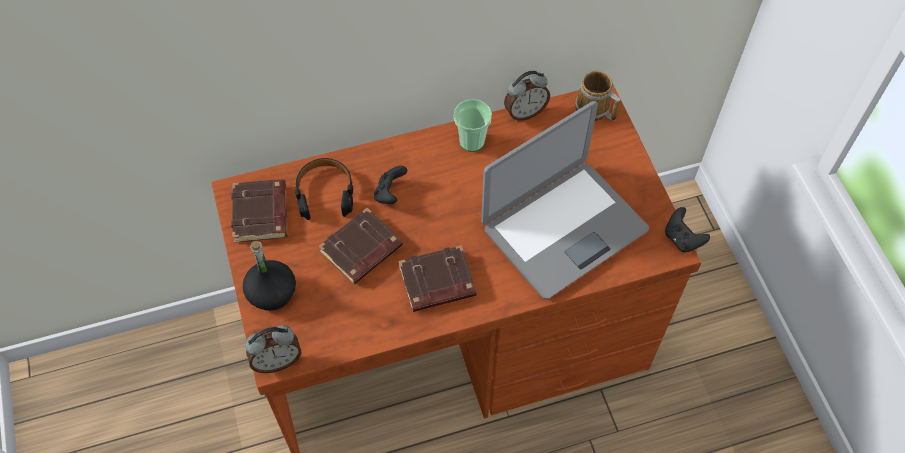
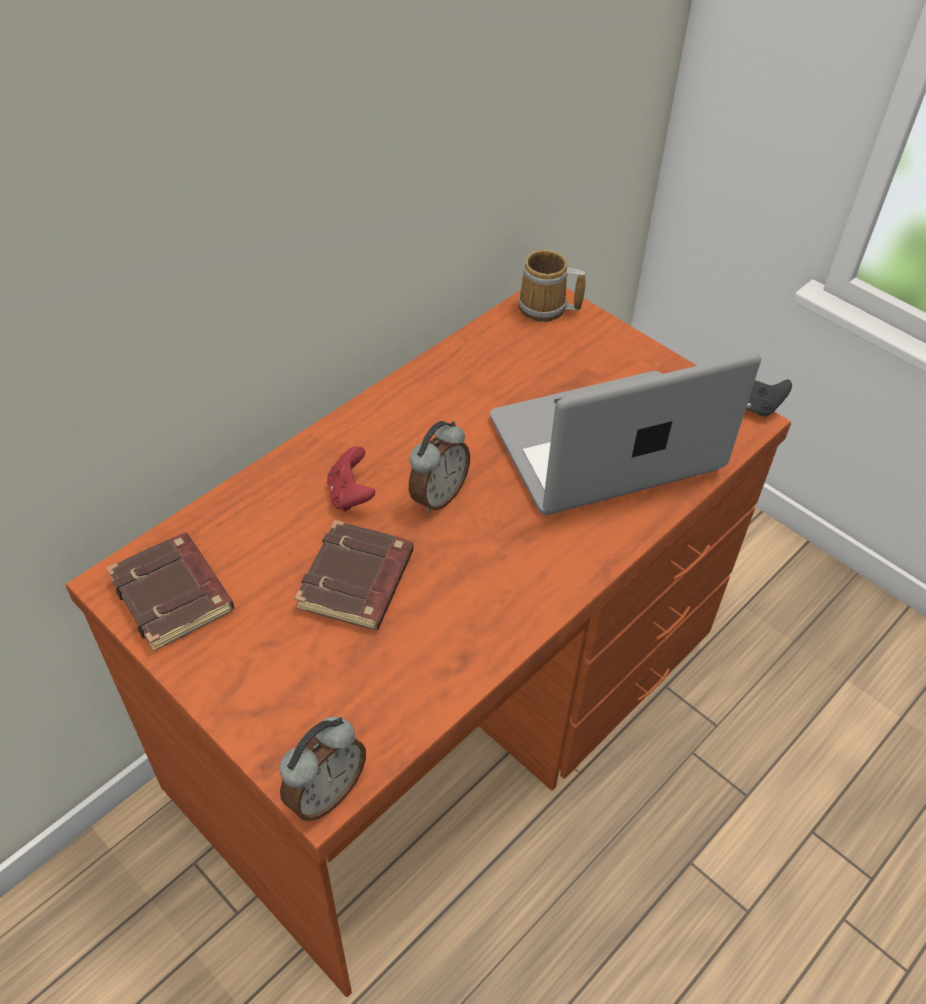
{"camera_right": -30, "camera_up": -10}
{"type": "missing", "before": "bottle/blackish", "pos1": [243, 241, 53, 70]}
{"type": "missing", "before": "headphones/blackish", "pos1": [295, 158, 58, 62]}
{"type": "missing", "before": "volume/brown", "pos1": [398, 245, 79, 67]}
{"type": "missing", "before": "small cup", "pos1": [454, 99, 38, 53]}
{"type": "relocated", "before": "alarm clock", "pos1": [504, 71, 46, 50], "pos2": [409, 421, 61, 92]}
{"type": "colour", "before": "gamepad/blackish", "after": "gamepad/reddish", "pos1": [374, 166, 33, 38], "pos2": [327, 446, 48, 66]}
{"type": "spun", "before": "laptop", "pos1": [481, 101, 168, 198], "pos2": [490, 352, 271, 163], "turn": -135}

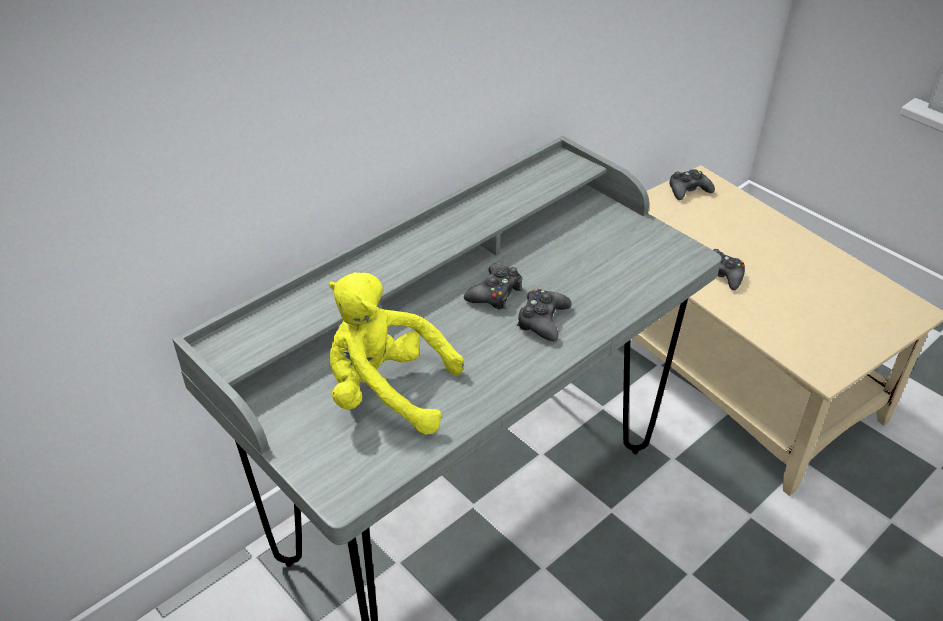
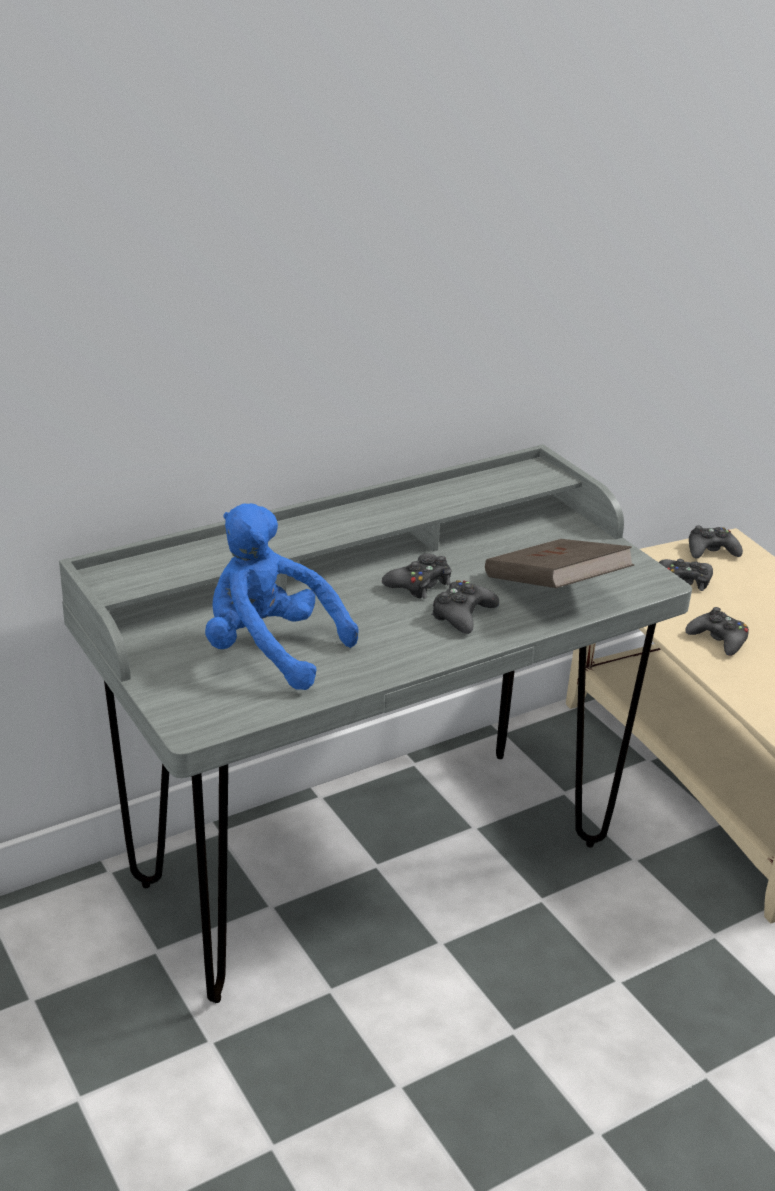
{"camera_right": 10, "camera_up": -10}
{"type": "appeared", "after": "volume/brown", "pos2": [485, 539, 149, 49]}
{"type": "appeared", "after": "gamepad/blackish", "pos2": [659, 559, 54, 32]}
{"type": "colour", "before": "plush toy/yellowish", "after": "plush toy/bluish", "pos1": [329, 272, 135, 163], "pos2": [205, 503, 154, 187]}

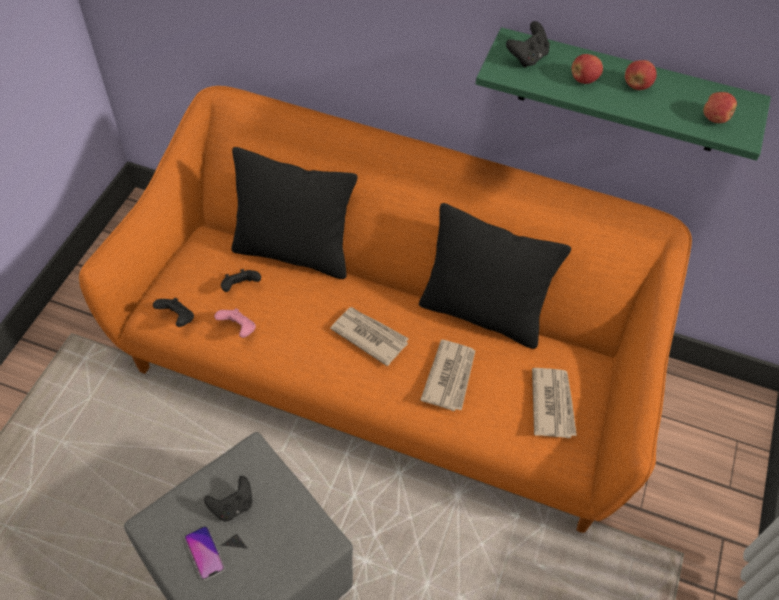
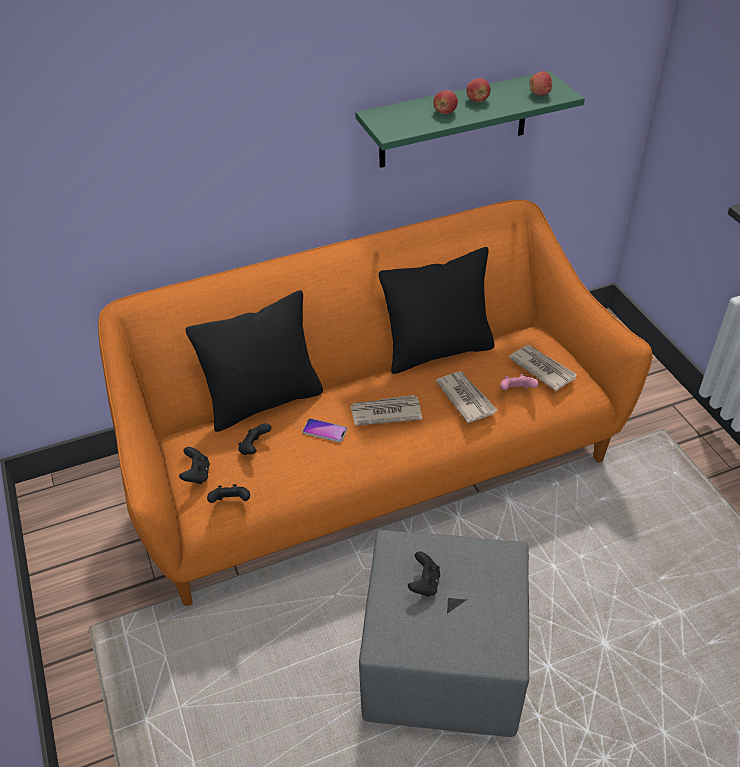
{"camera_right": -40, "camera_up": -10}
{"type": "relocated", "before": "telephone", "pos1": [184, 526, 41, 55], "pos2": [303, 418, 44, 24]}
{"type": "relocated", "before": "gamepad/pink", "pos1": [214, 308, 42, 30], "pos2": [500, 374, 39, 16]}
{"type": "relocated", "before": "gamepad/blackish", "pos1": [506, 21, 44, 47], "pos2": [179, 447, 31, 37]}

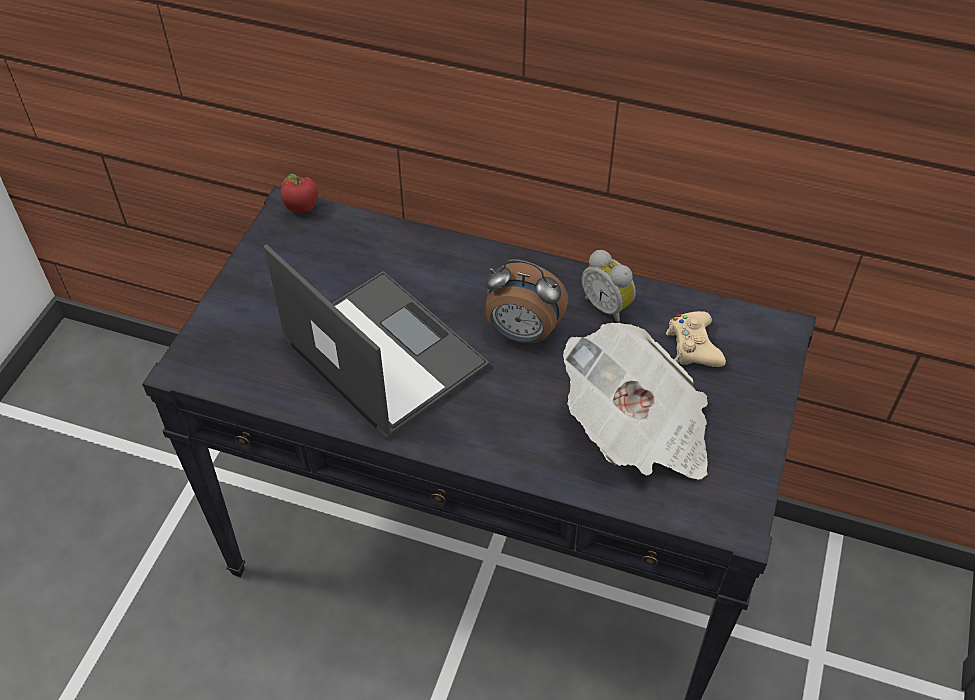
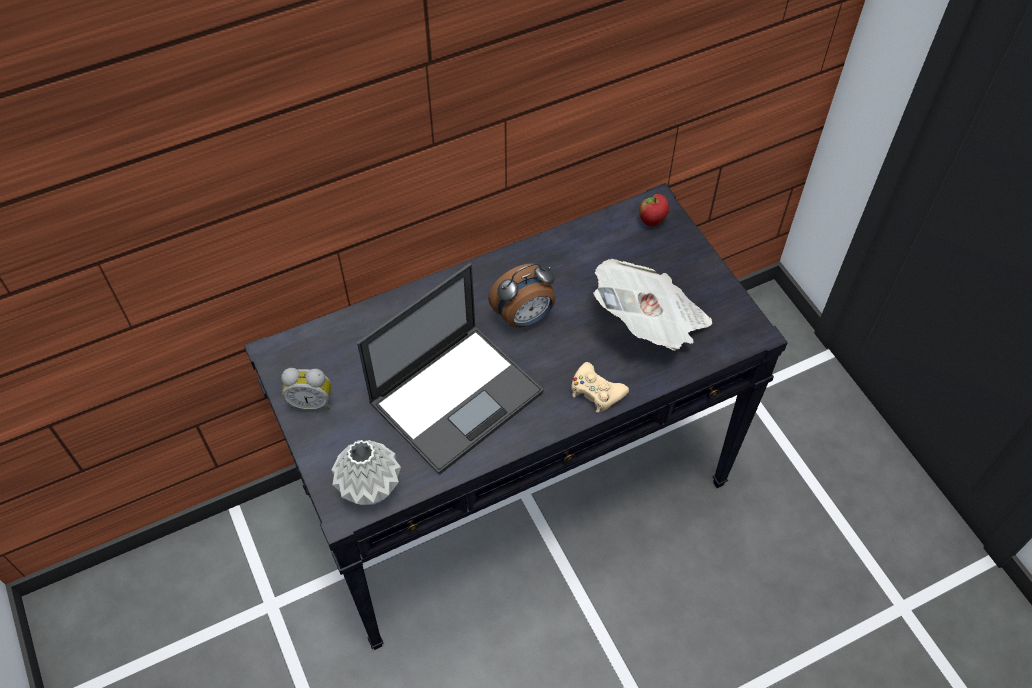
{"camera_right": -45, "camera_up": 5}
{"type": "appeared", "after": "decorative vase/greyish", "pos2": [331, 440, 70, 65]}
{"type": "relocated", "before": "apple", "pos1": [280, 174, 39, 39], "pos2": [639, 194, 30, 32]}
{"type": "relocated", "before": "alarm clock", "pos1": [581, 250, 55, 73], "pos2": [281, 368, 50, 42]}
{"type": "relocated", "before": "gamepad/beige-coloured", "pos1": [666, 311, 60, 56], "pos2": [571, 362, 58, 51]}
{"type": "spun", "before": "laptop", "pos1": [264, 244, 225, 196], "pos2": [357, 263, 187, 212], "turn": 135}

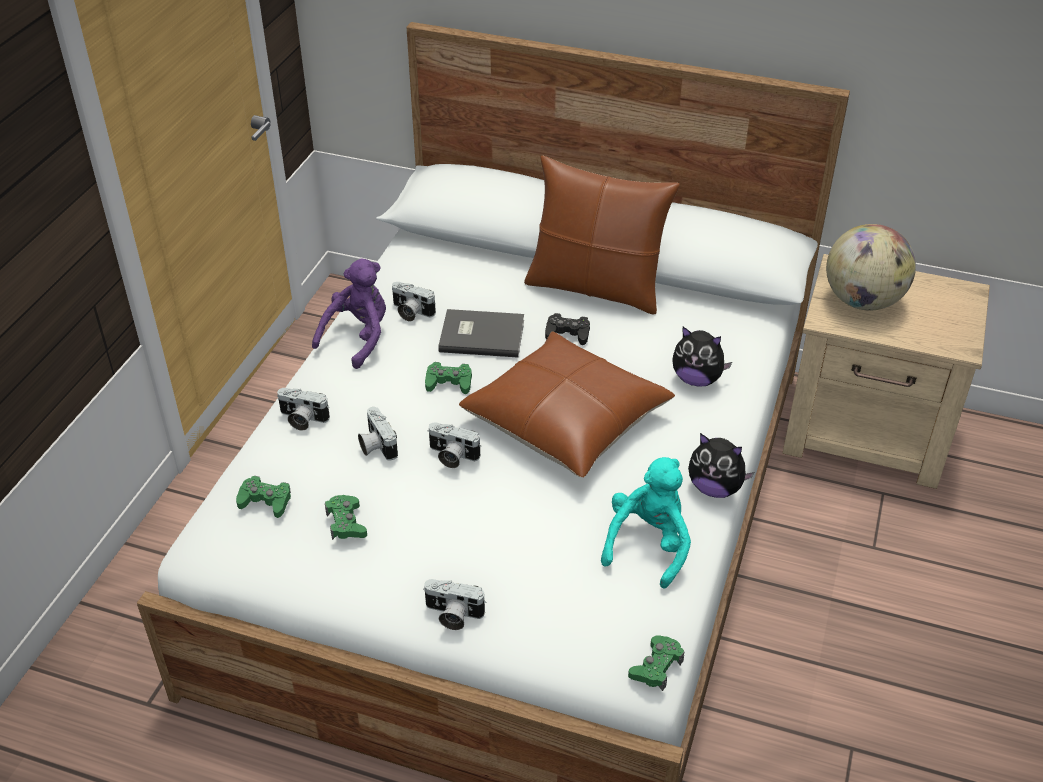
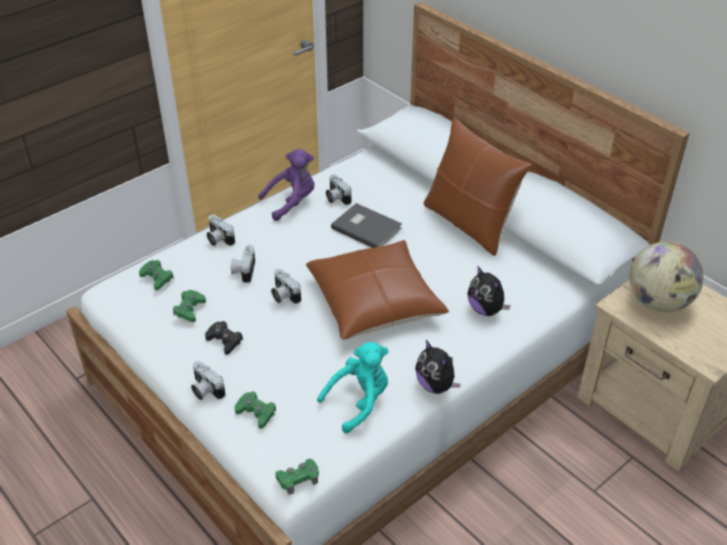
{"camera_right": 30, "camera_up": 0}
{"type": "relocated", "before": "gamepad/greenish", "pos1": [425, 362, 47, 32], "pos2": [235, 391, 41, 38]}
{"type": "relocated", "before": "gamepad/blackish", "pos1": [545, 313, 45, 32], "pos2": [205, 321, 38, 34]}

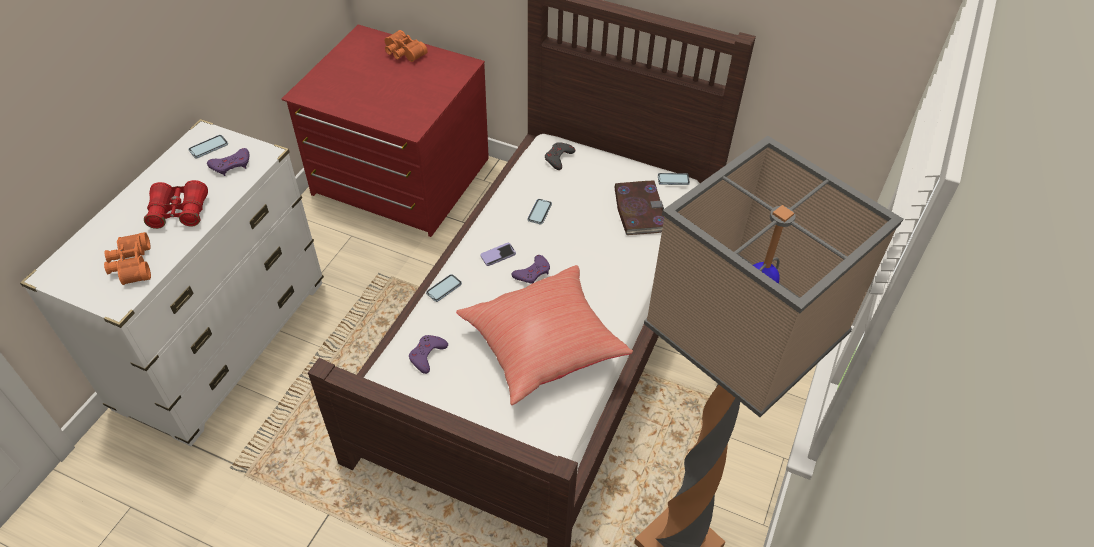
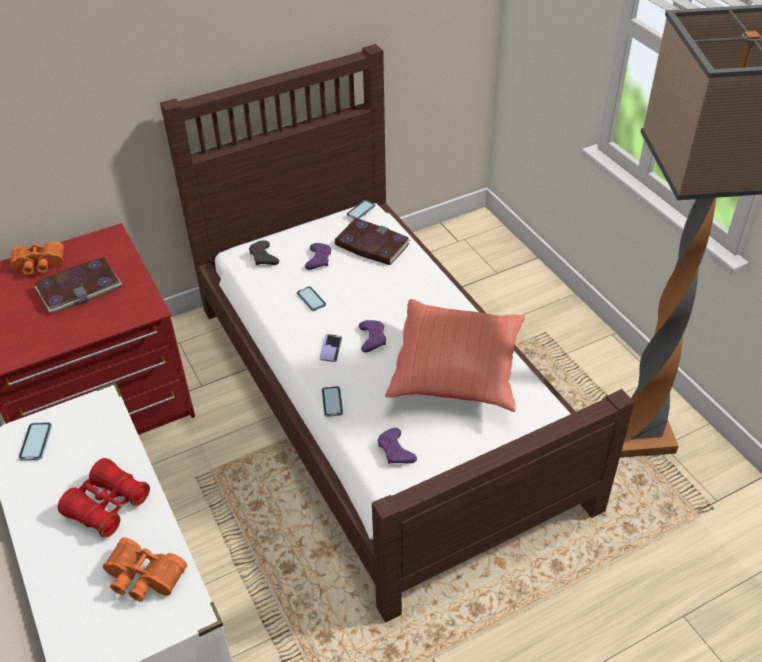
{"camera_right": -50, "camera_up": -5}
{"type": "appeared", "after": "volume", "pos2": [34, 257, 88, 57]}
{"type": "relocated", "before": "gamepad/purplish", "pos1": [207, 148, 42, 28], "pos2": [305, 243, 26, 27]}

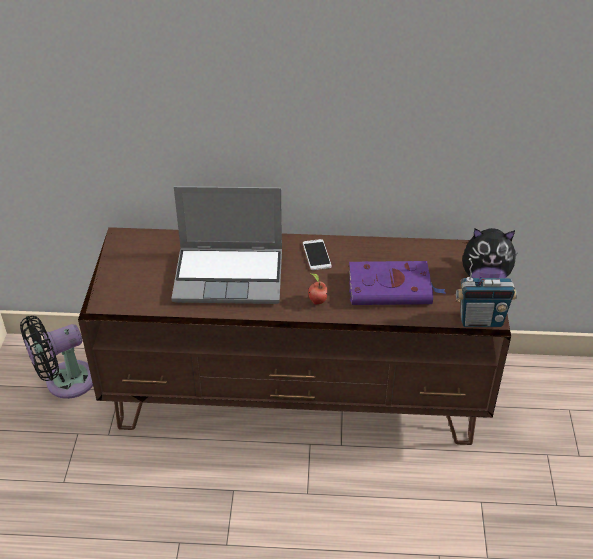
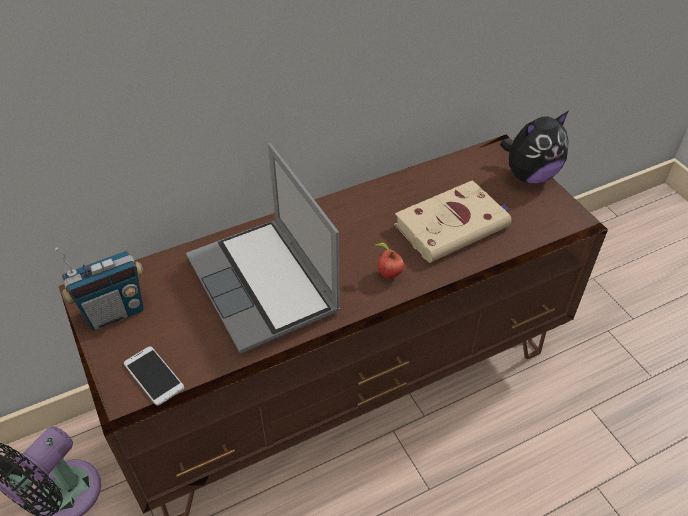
{"camera_right": -30, "camera_up": 5}
{"type": "relocated", "before": "telephone", "pos1": [303, 239, 29, 31], "pos2": [124, 346, 60, 60]}
{"type": "relocated", "before": "radio set", "pos1": [456, 258, 61, 69], "pos2": [55, 247, 89, 83]}
{"type": "colour", "before": "volume/purplish", "after": "volume/beige-coloured", "pos1": [349, 261, 96, 44], "pos2": [394, 180, 118, 83]}
{"type": "spun", "before": "laptop", "pos1": [171, 186, 111, 118], "pos2": [186, 143, 155, 211], "turn": 90}

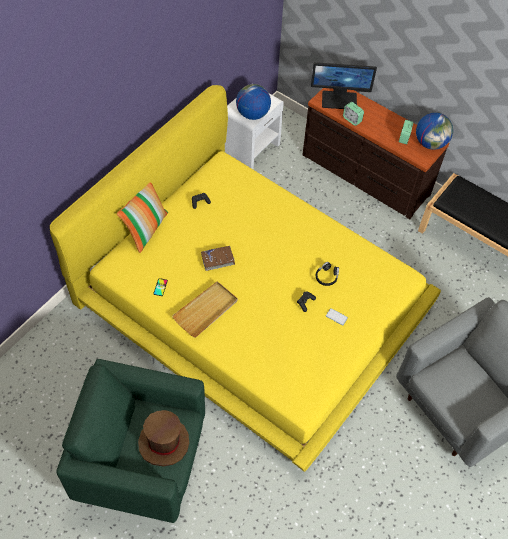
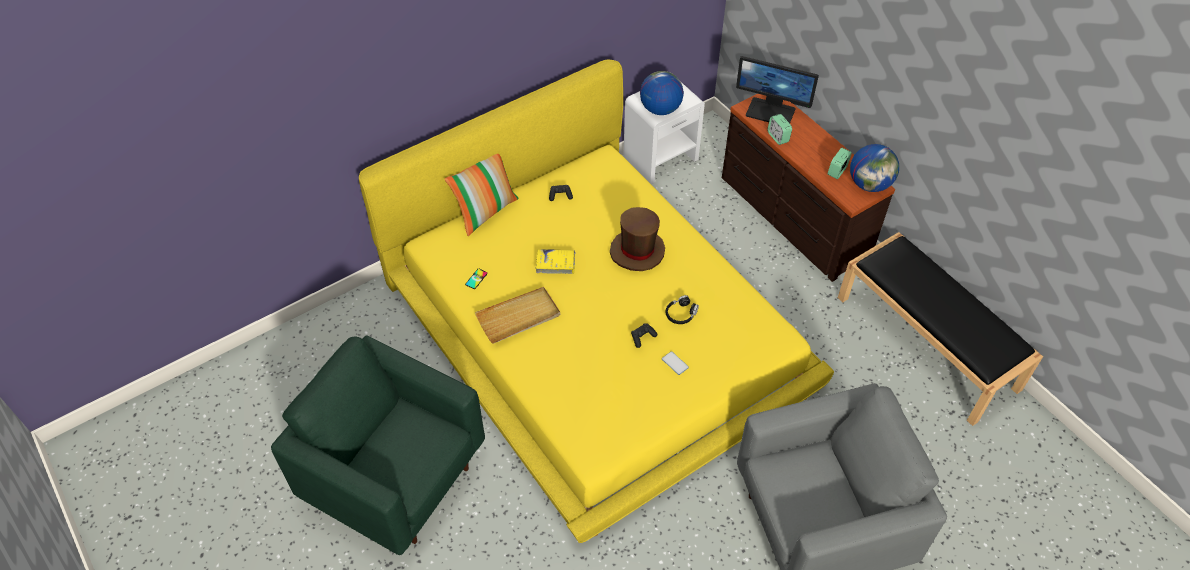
{"camera_right": 20, "camera_up": -5}
{"type": "relocated", "before": "wearable hat/brown", "pos1": [138, 410, 51, 57], "pos2": [610, 207, 55, 64]}
{"type": "colour", "before": "volume/brown", "after": "volume/yellowish", "pos1": [201, 246, 34, 25], "pos2": [535, 249, 41, 25]}

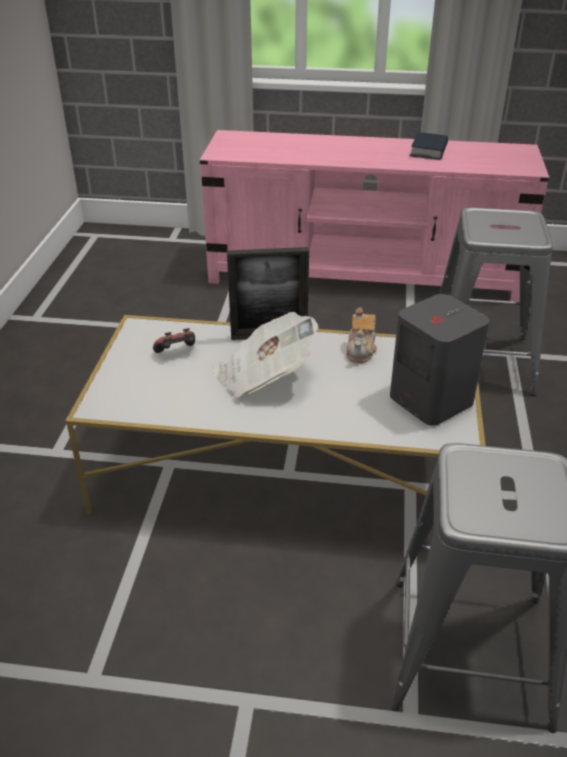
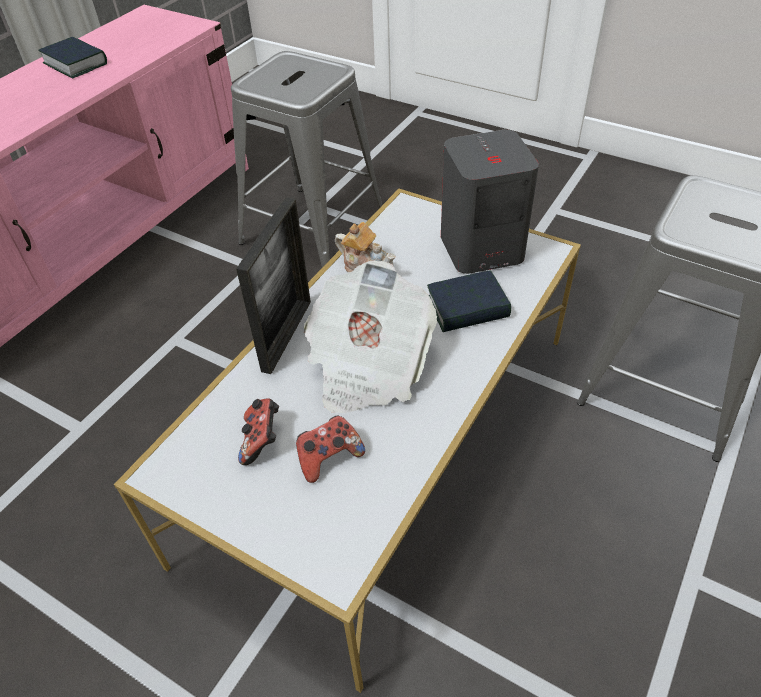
{"camera_right": -65, "camera_up": 10}
{"type": "appeared", "after": "gamepad", "pos2": [296, 415, 69, 68]}
{"type": "appeared", "after": "volume", "pos2": [427, 270, 84, 62]}

